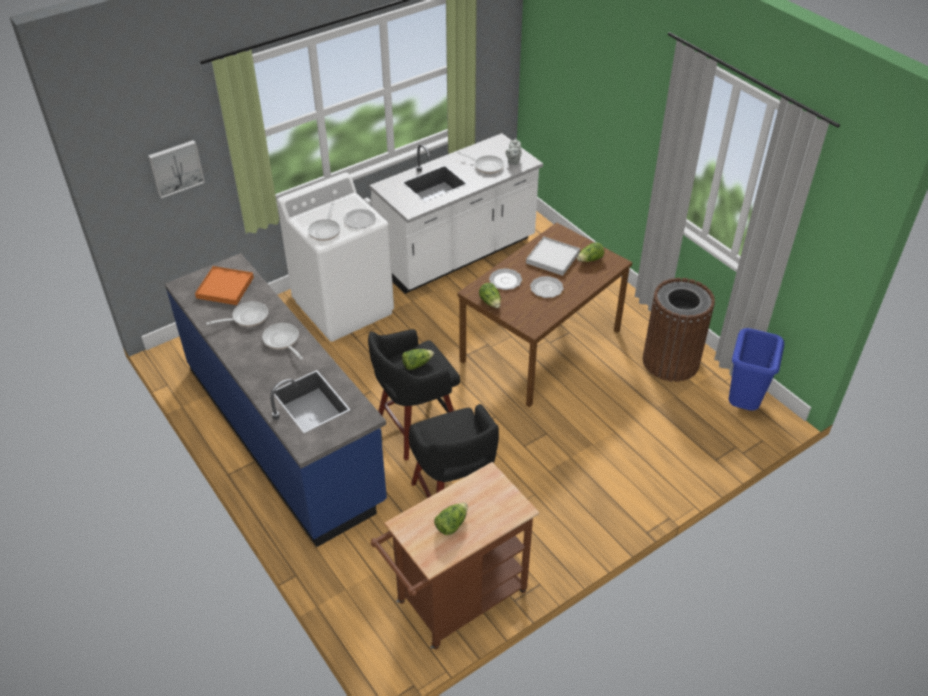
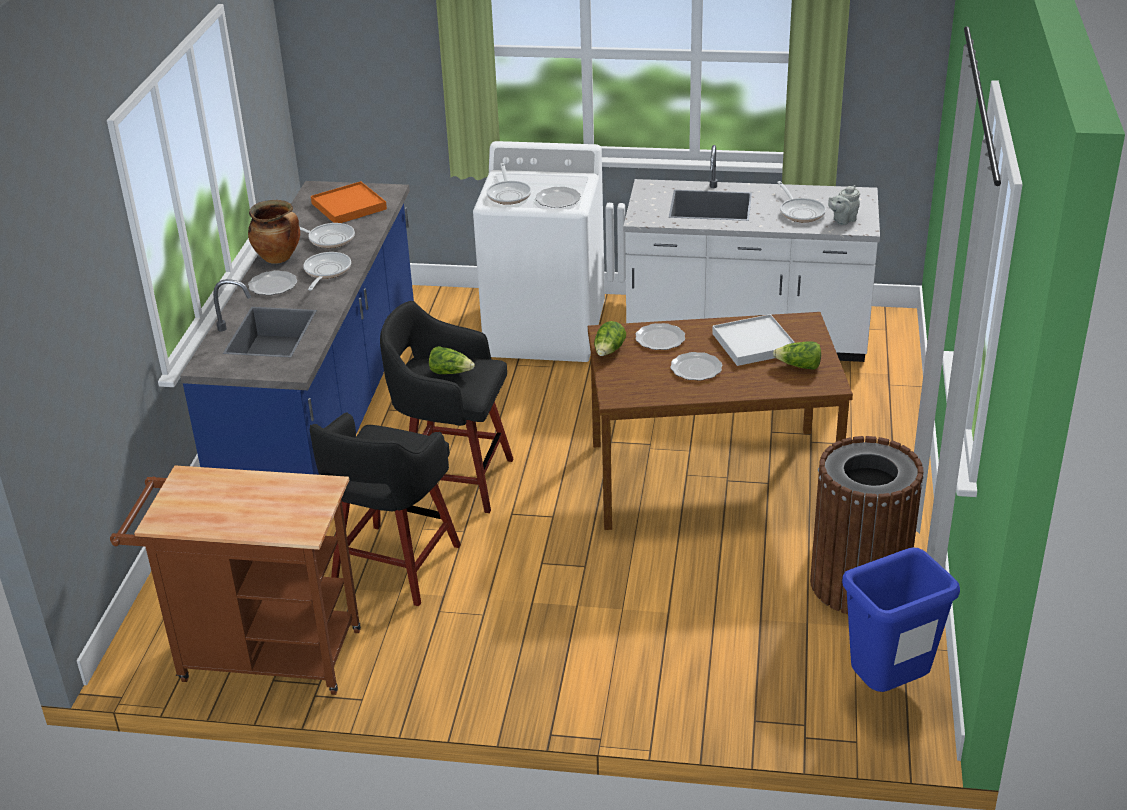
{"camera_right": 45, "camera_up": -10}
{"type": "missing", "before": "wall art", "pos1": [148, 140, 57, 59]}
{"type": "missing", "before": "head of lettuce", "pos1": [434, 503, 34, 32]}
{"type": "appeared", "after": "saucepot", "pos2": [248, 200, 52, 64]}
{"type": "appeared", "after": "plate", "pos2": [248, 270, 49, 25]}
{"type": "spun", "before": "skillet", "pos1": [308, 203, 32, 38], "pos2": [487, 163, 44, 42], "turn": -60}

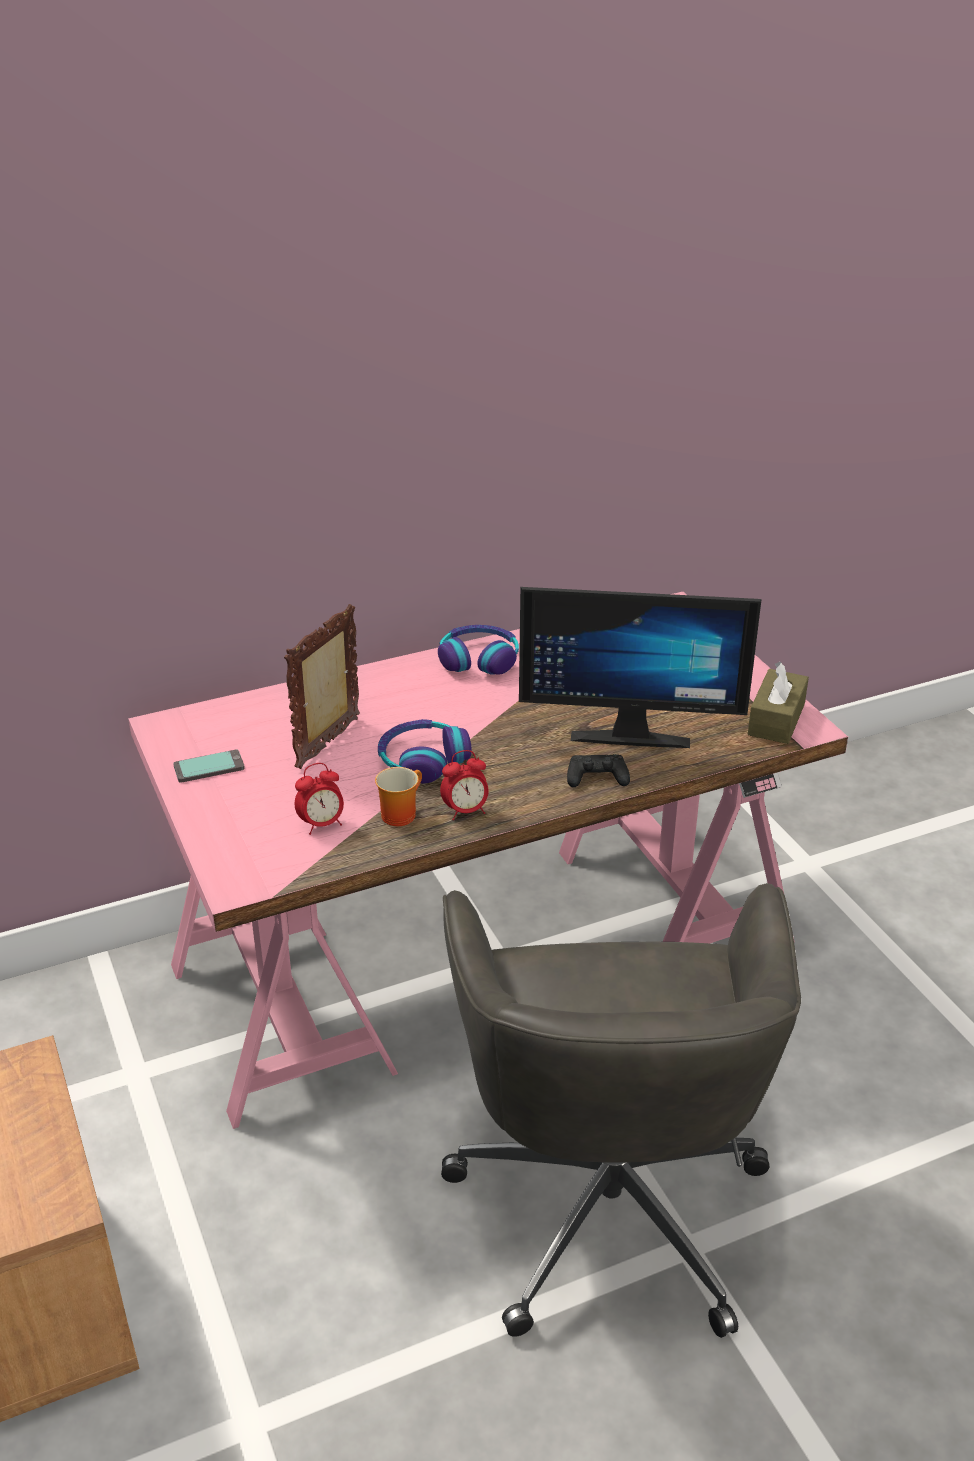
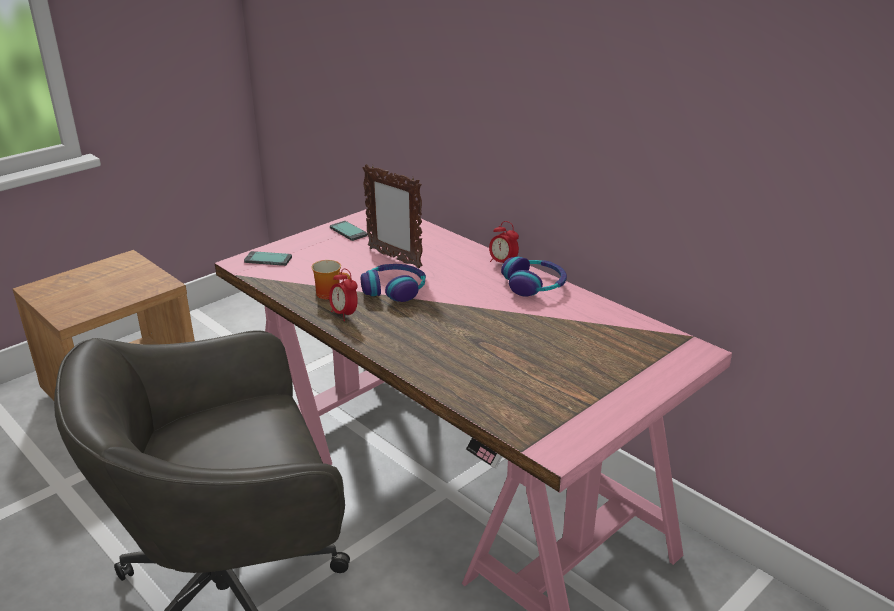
{"camera_right": 70, "camera_up": -5}
{"type": "missing", "before": "computer display", "pos1": [519, 587, 243, 161]}
{"type": "missing", "before": "gamepad/blackish", "pos1": [567, 754, 63, 33]}
{"type": "missing", "before": "box of tissues/brown", "pos1": [748, 662, 61, 82]}
{"type": "appeared", "after": "telephone", "pos2": [244, 251, 48, 15]}
{"type": "relocated", "before": "alarm clock", "pos1": [295, 763, 49, 72], "pos2": [489, 221, 30, 42]}
{"type": "spun", "before": "picture frame", "pos1": [284, 604, 76, 165], "pos2": [362, 164, 61, 104], "turn": -150}

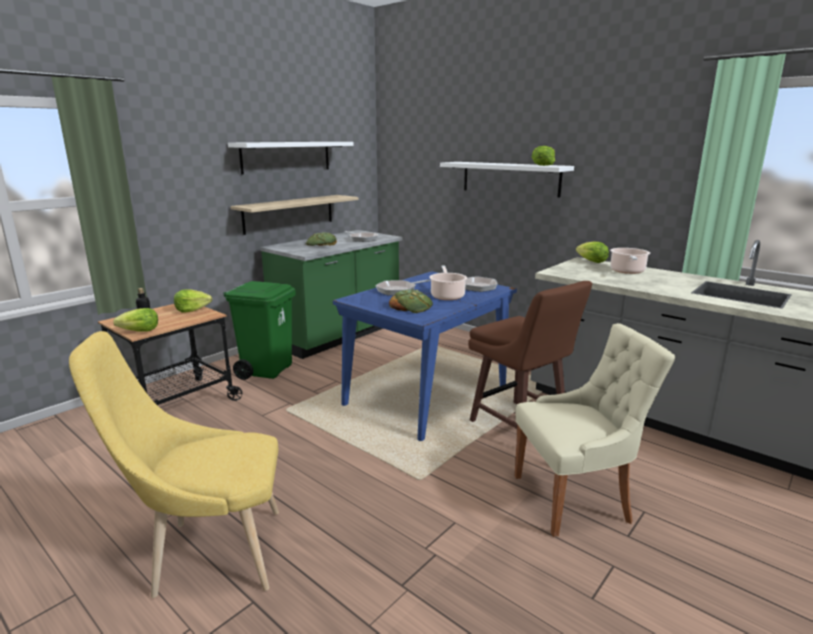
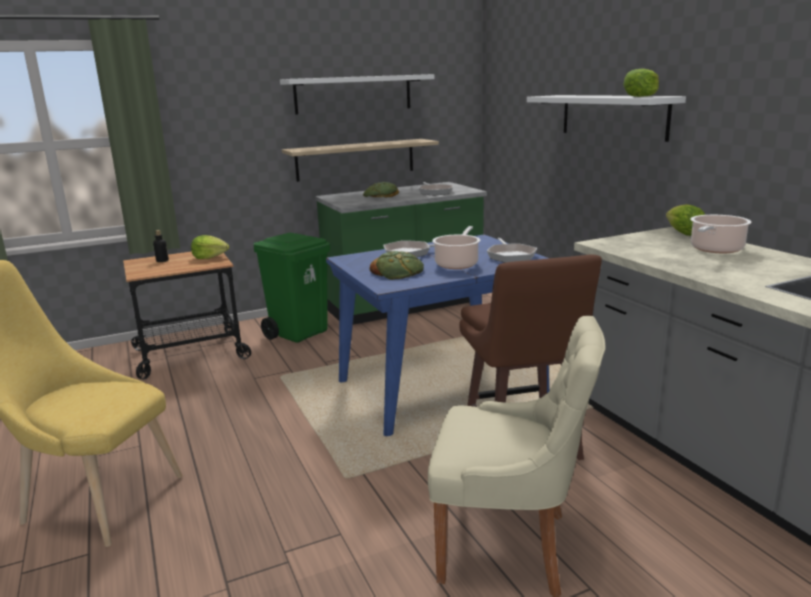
{"camera_right": 25, "camera_up": 0}
{"type": "missing", "before": "head of lettuce", "pos1": [113, 308, 45, 23]}

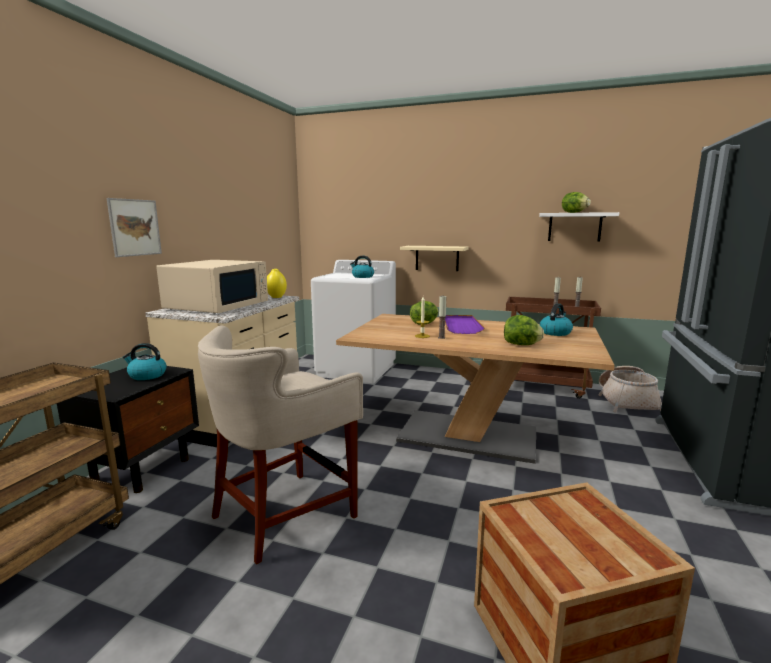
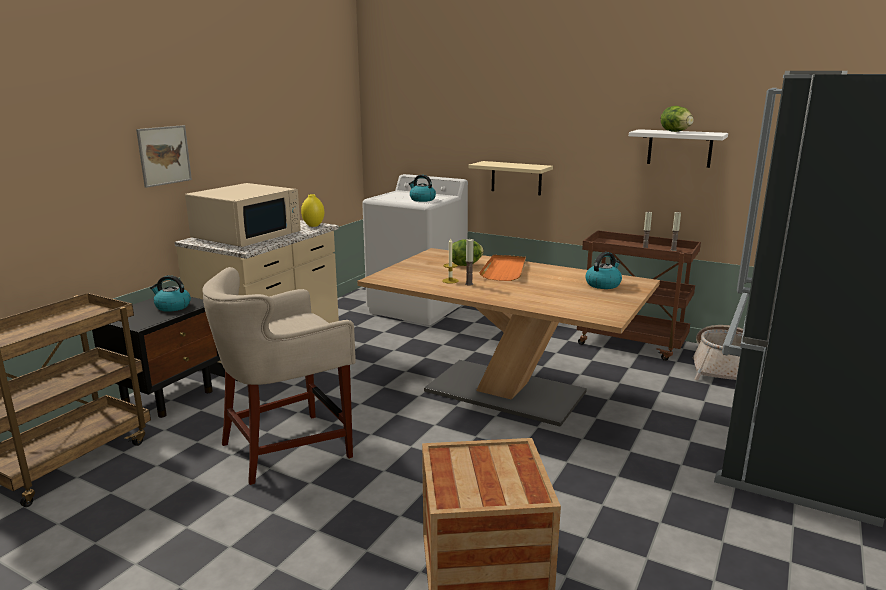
{"camera_right": 10, "camera_up": 5}
{"type": "missing", "before": "head of lettuce", "pos1": [504, 315, 40, 30]}
{"type": "colour", "before": "tray/purplish", "after": "tray/orangey", "pos1": [445, 315, 40, 19], "pos2": [479, 255, 47, 26]}

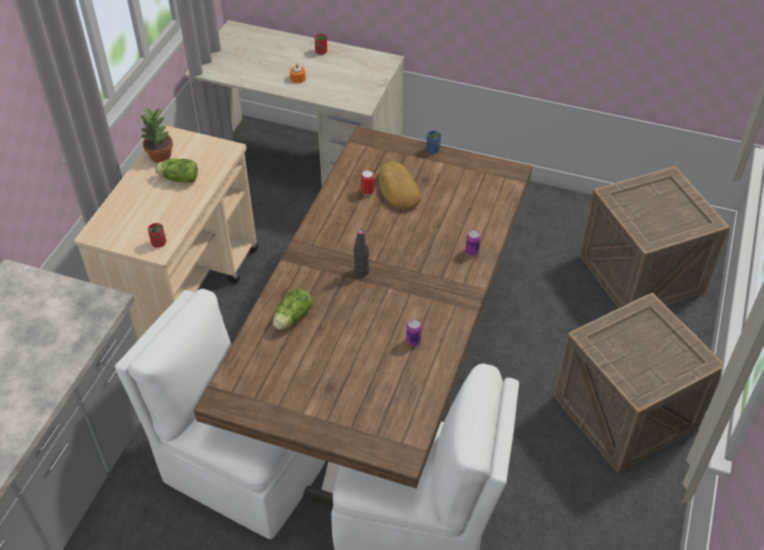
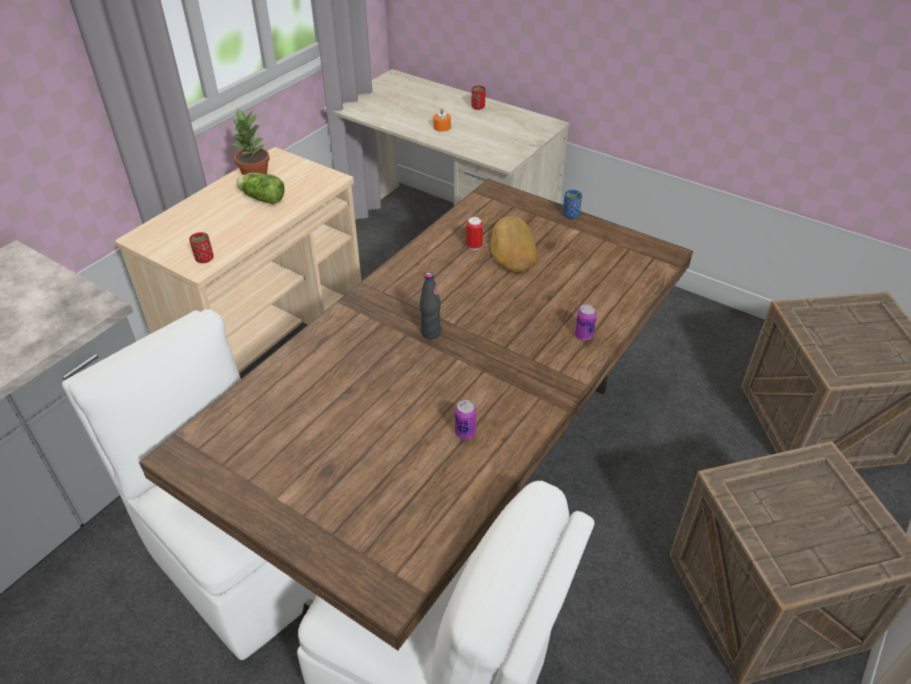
{"camera_right": 15, "camera_up": -5}
{"type": "missing", "before": "head of lettuce", "pos1": [273, 288, 40, 41]}

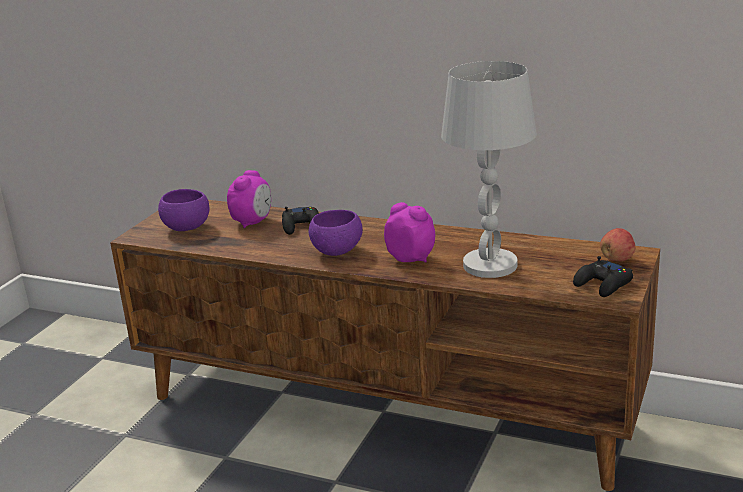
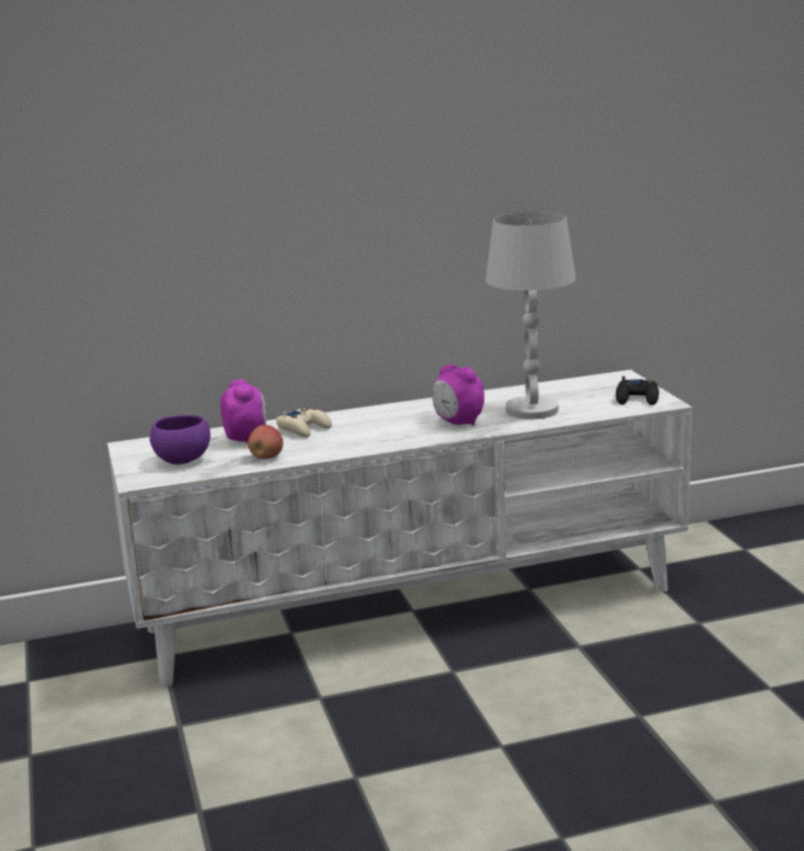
{"camera_right": -40, "camera_up": -5}
{"type": "missing", "before": "bowl/purplish", "pos1": [309, 210, 54, 46]}
{"type": "relocated", "before": "apple", "pos1": [600, 228, 35, 33], "pos2": [248, 425, 35, 34]}
{"type": "colour", "before": "media console/brown", "after": "media console/whitish", "pos1": [110, 200, 550, 291], "pos2": [107, 370, 585, 317]}
{"type": "colour", "before": "gamepad/blackish", "after": "gamepad/beige-coloured", "pos1": [282, 207, 37, 28], "pos2": [277, 408, 55, 29]}
{"type": "spun", "before": "alarm clock", "pos1": [384, 202, 51, 61], "pos2": [432, 364, 52, 62], "turn": -135}

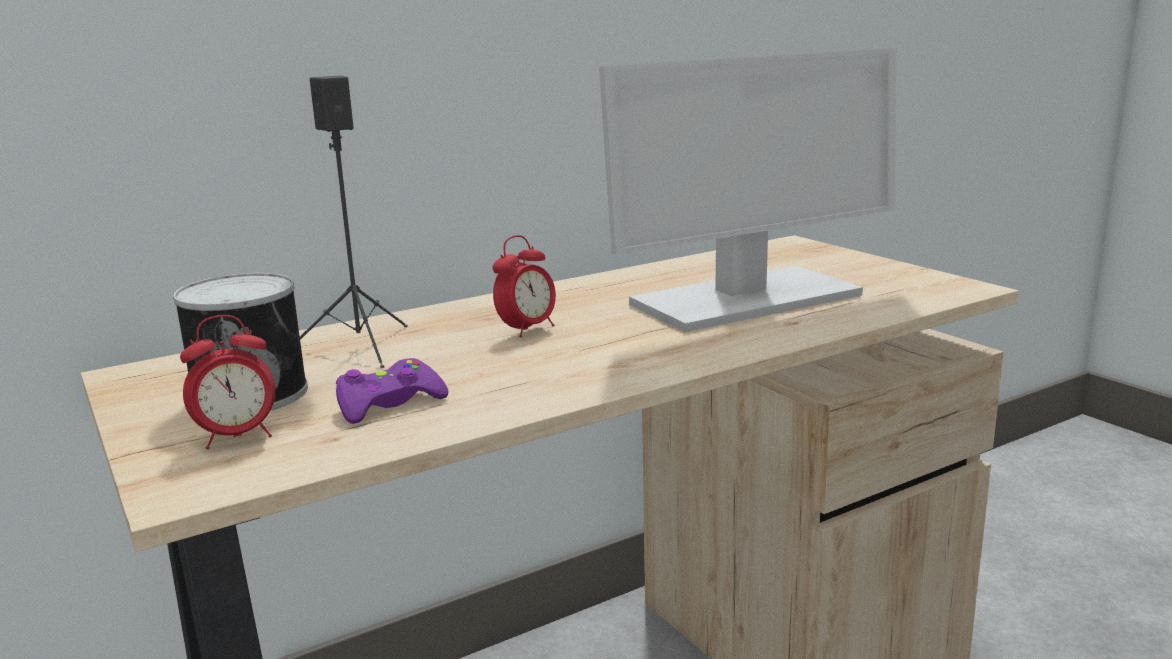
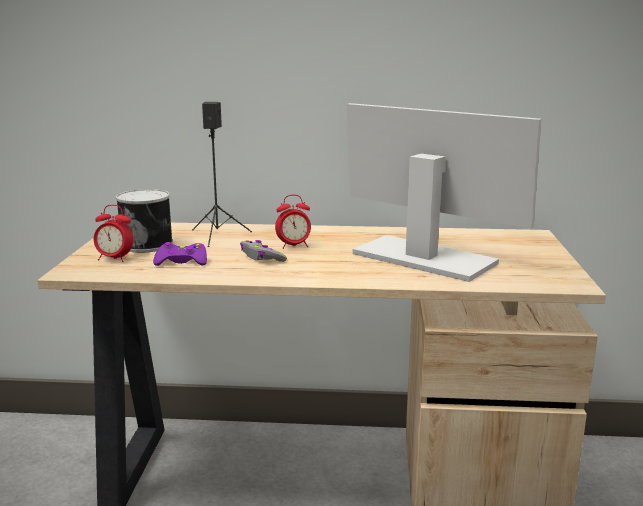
{"camera_right": 35, "camera_up": 0}
{"type": "appeared", "after": "gamepad/greyish", "pos2": [240, 240, 47, 22]}
{"type": "spun", "before": "computer display", "pos1": [599, 48, 297, 284], "pos2": [347, 103, 194, 179], "turn": -150}

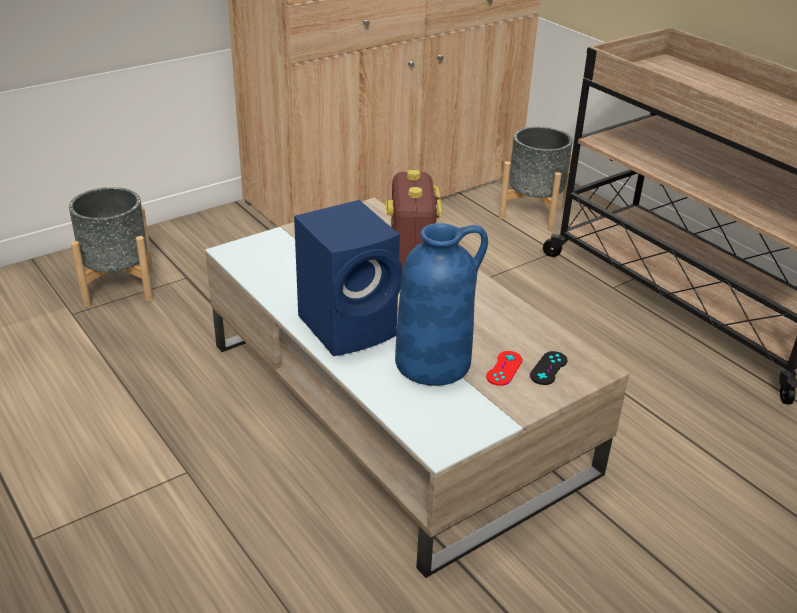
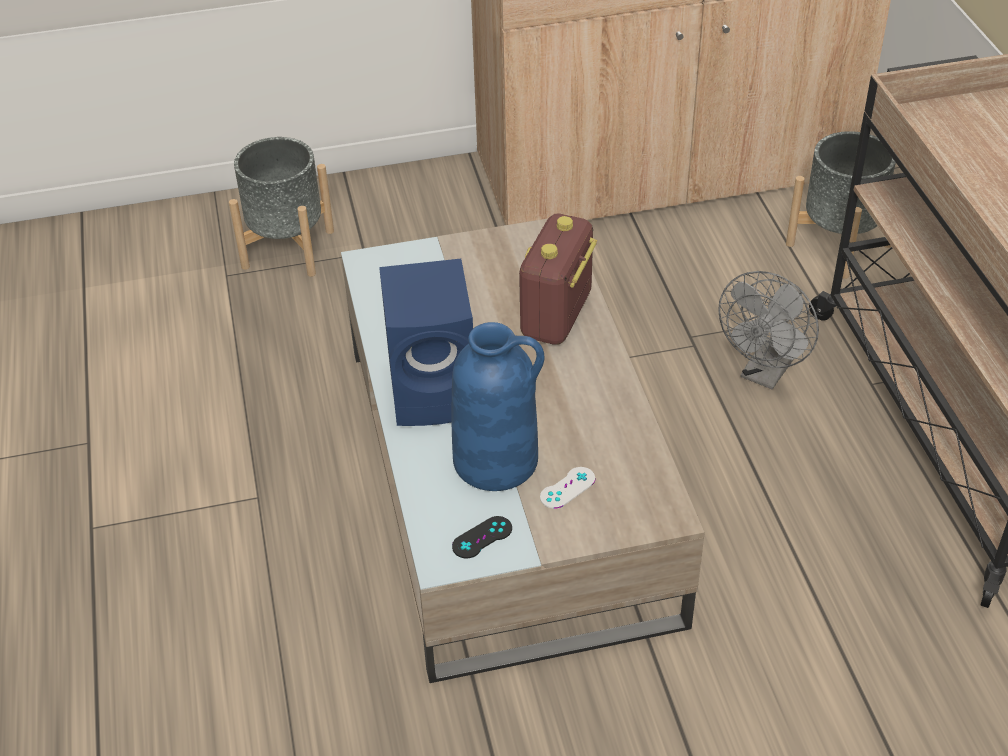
{"camera_right": 25, "camera_up": 10}
{"type": "appeared", "after": "fan/greyish", "pos2": [718, 271, 101, 119]}
{"type": "relocated", "before": "gamepad/blackish", "pos1": [530, 351, 37, 34], "pos2": [452, 516, 60, 43]}
{"type": "colour", "before": "gamepad/reddish", "after": "gamepad/whitish", "pos1": [486, 351, 36, 35], "pos2": [540, 467, 55, 42]}

